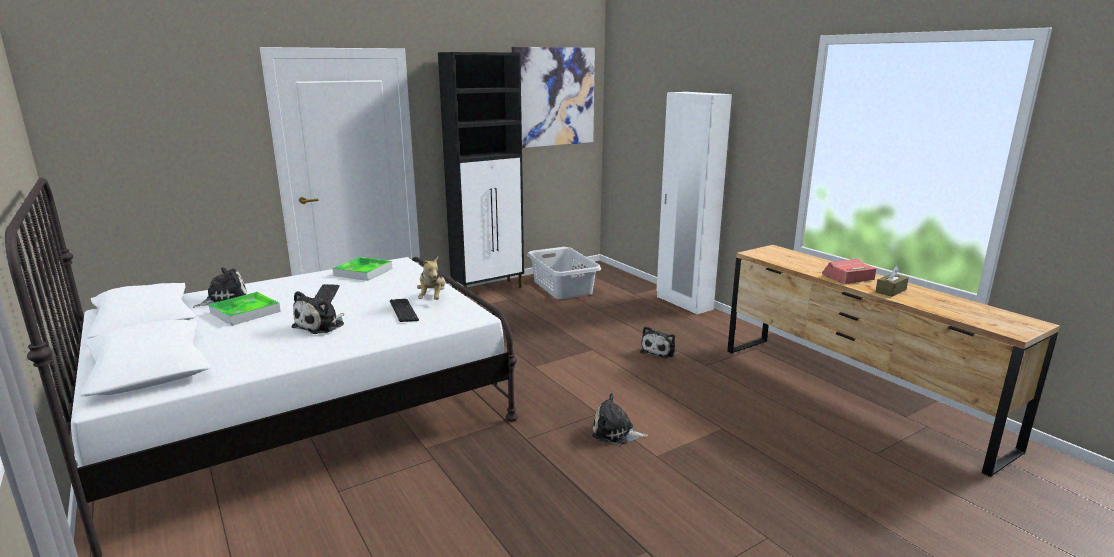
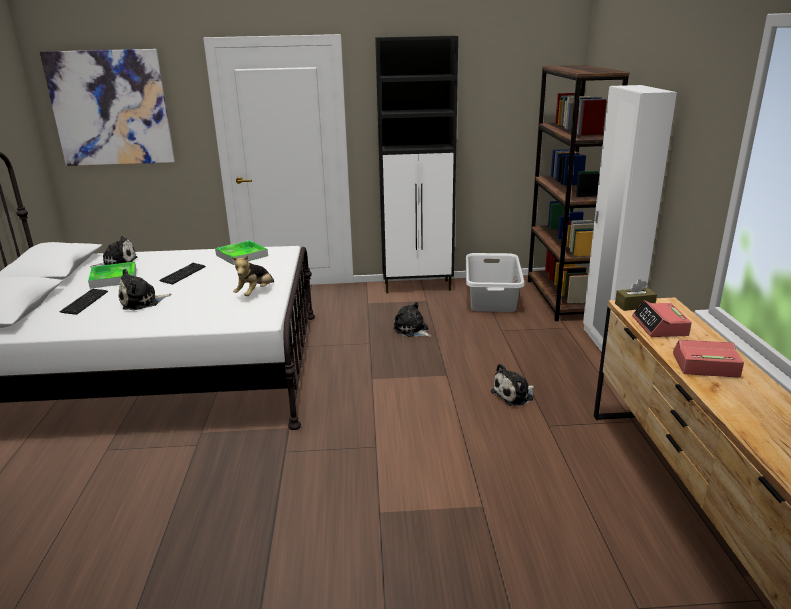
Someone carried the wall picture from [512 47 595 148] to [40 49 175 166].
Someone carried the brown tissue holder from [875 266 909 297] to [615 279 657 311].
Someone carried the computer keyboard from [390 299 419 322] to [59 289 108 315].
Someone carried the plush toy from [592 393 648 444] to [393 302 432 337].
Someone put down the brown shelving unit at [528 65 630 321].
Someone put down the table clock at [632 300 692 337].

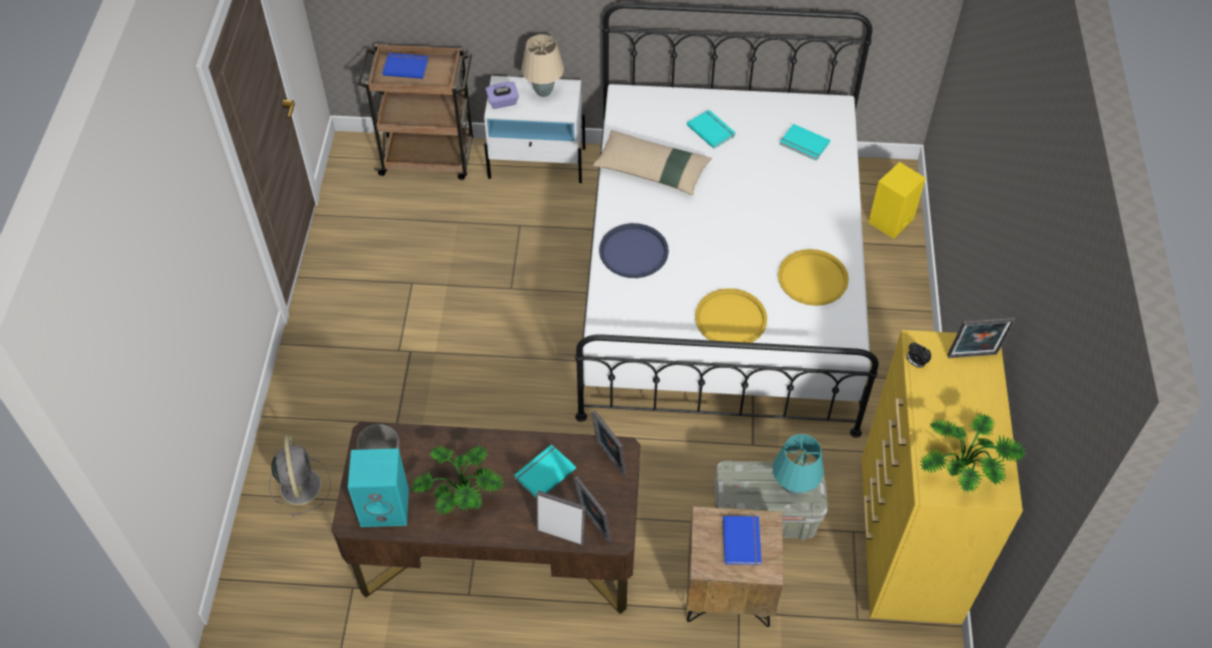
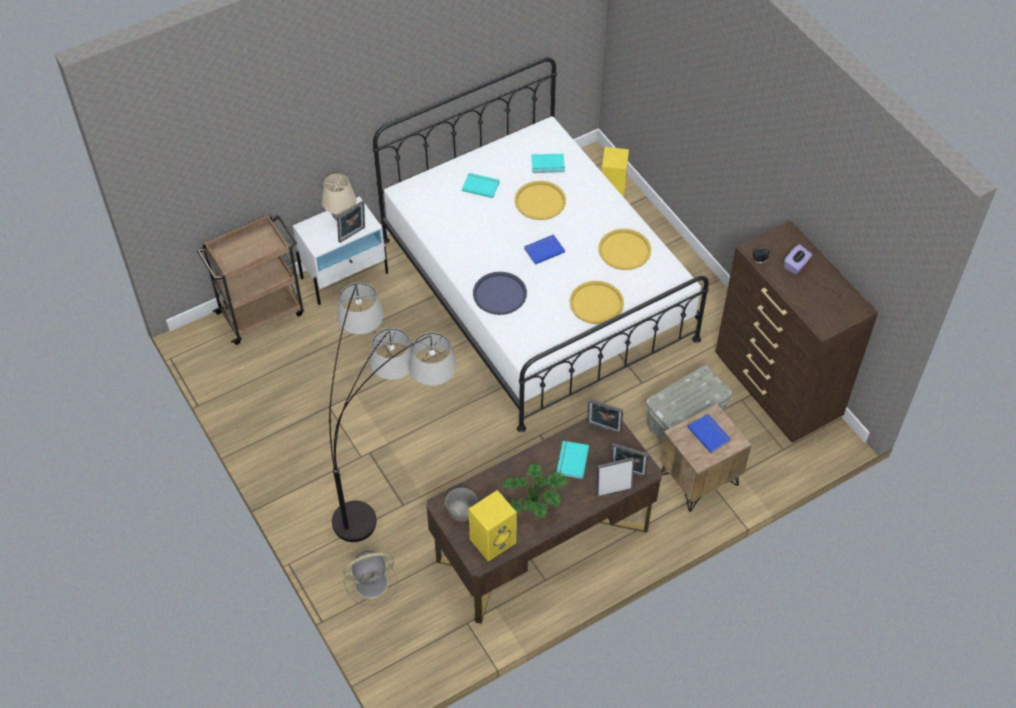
Someone carried the blue book from [382 53 429 79] to [524 234 565 265].
Someone carried the purple-coloured tissue holder from [485 82 519 109] to [784 244 812 275].
Someone took away the beige cushion at [592 130 712 195].
Someone carried the standing frame from [947 317 1015 358] to [337 201 365 243].
Someone repainted the yellow chest of drawers at [862 330 1023 624], which became the brown chest of drawers at [715 220 878 443].
Someone took away the houseplant at [920 413 1027 493].
Someone took away the blue-green lamp for a table at [773 434 824 495].
Someone rotated the grey fan at [269 435 331 517] by 120 degrees clockwise.
Someone repainted the blue-green audio speaker at [348 448 409 527], which became the yellow audio speaker at [469 490 517 562].
Someone put down the yellow tray at [515 181 566 220].
Someone put down the floor lamp at [329 282 456 542].

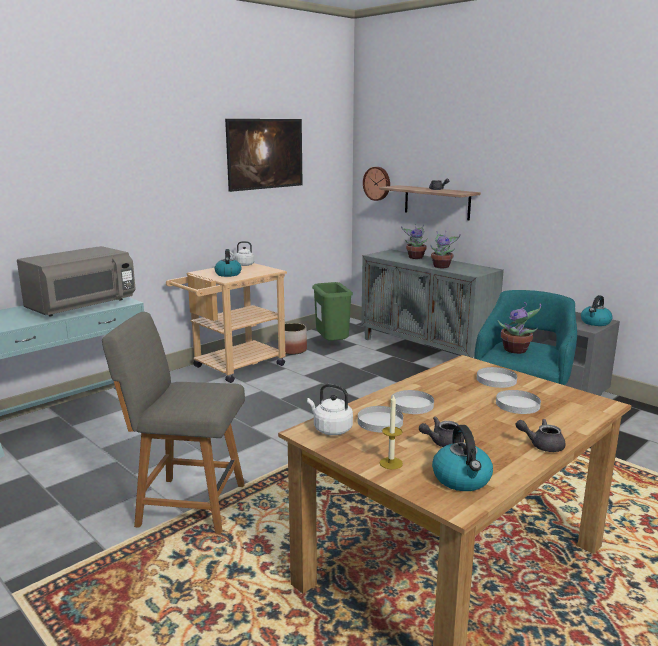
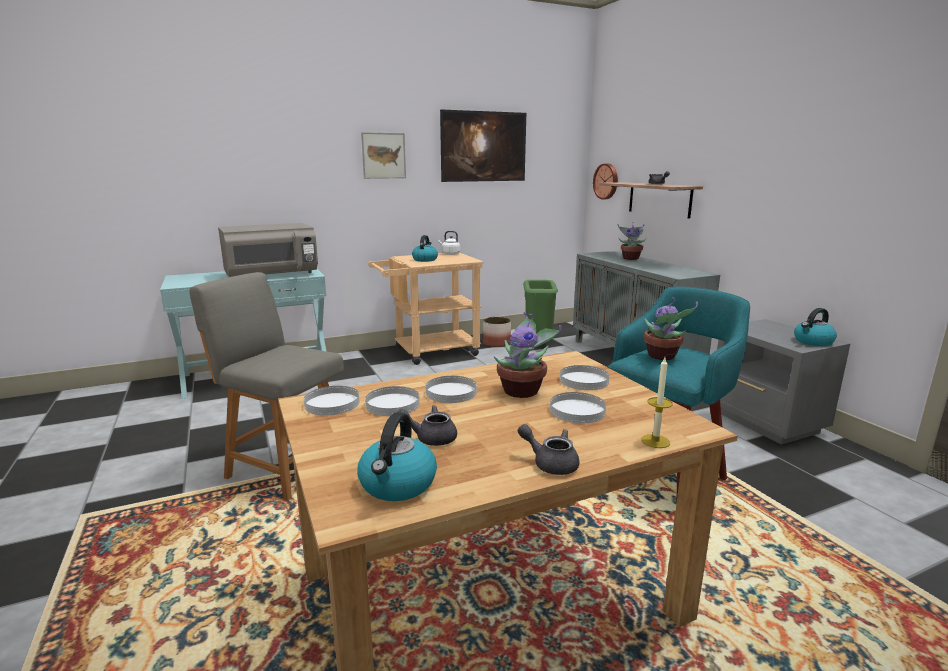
Someone carried the houseplant from [430 232 461 268] to [494 311 562 398].
Someone swapped the white-coloured tea kettle at [307 384 353 435] for the white-coloured flat dish at [304 386 360 416].
Someone carried the wax candle from [380 394 403 469] to [641 358 673 448].
Someone put up the wall picture at [361 132 406 179].

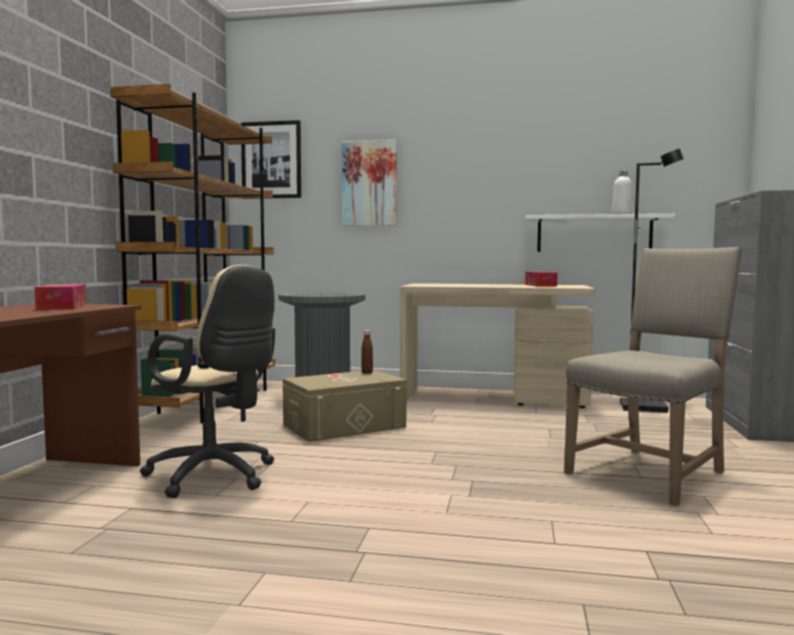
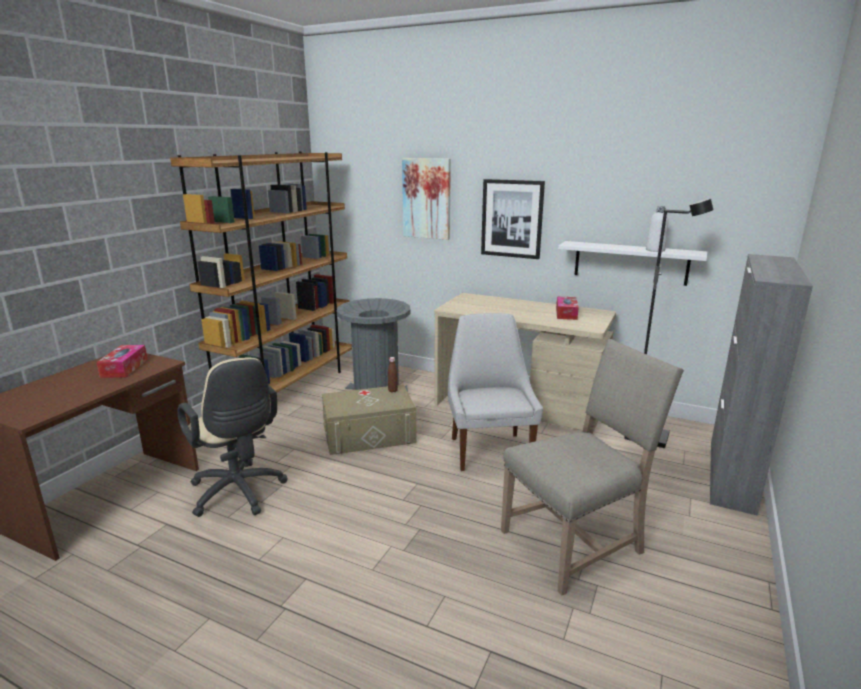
Someone carried the wall picture from [241 120 301 199] to [481 179 545 259].
Someone put down the white-coloured upright chair at [448 313 543 471].

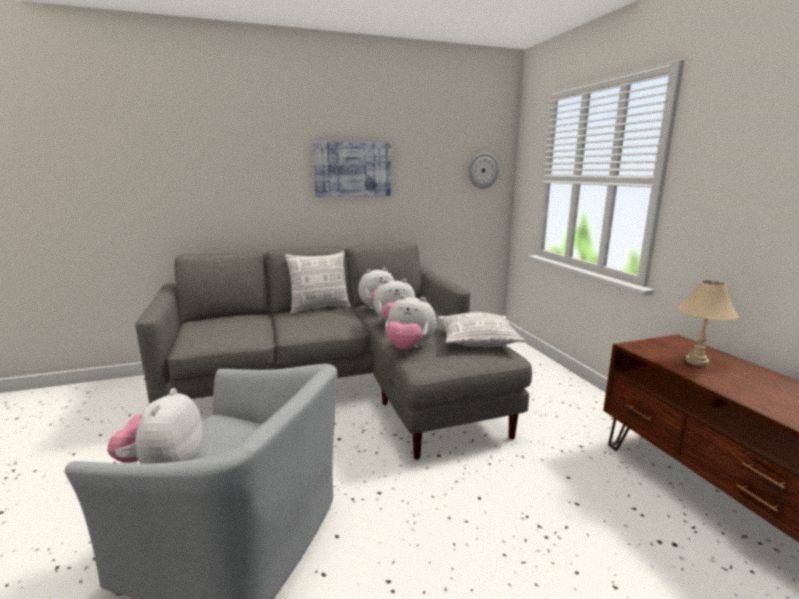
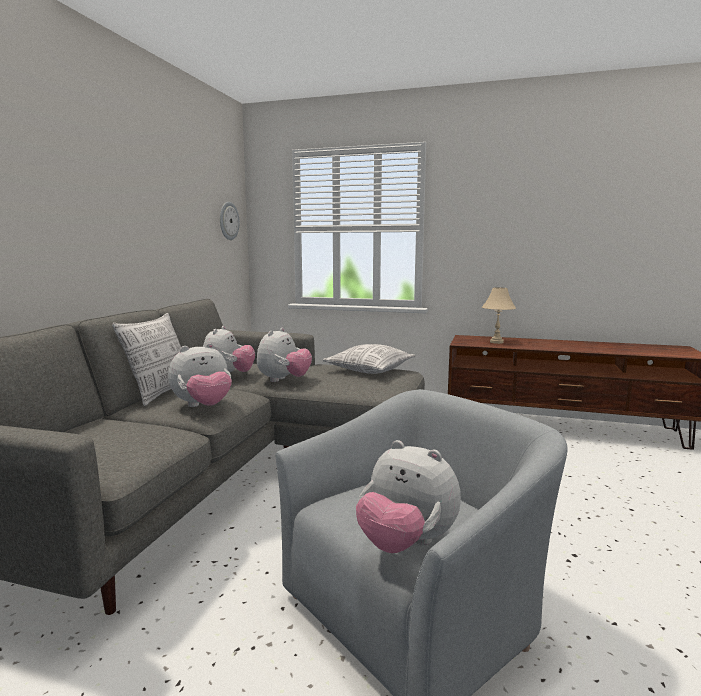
Someone took away the wall picture at [312 142 391 197].
Someone carried the plush toy from [385 295 436 350] to [168 343 232 407].

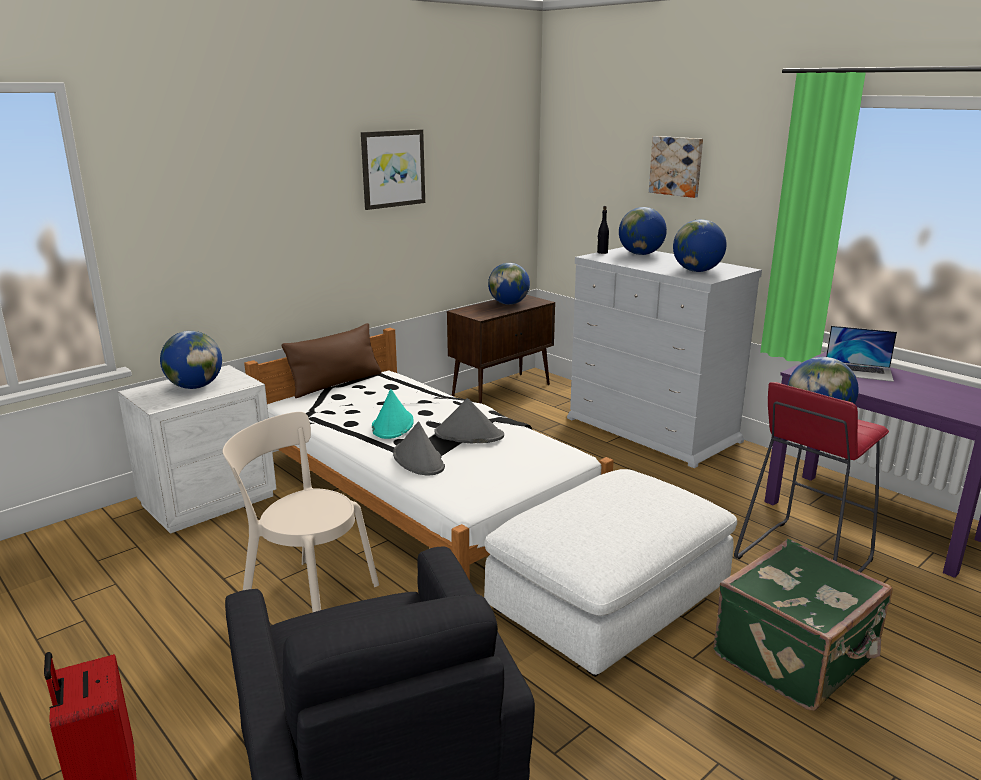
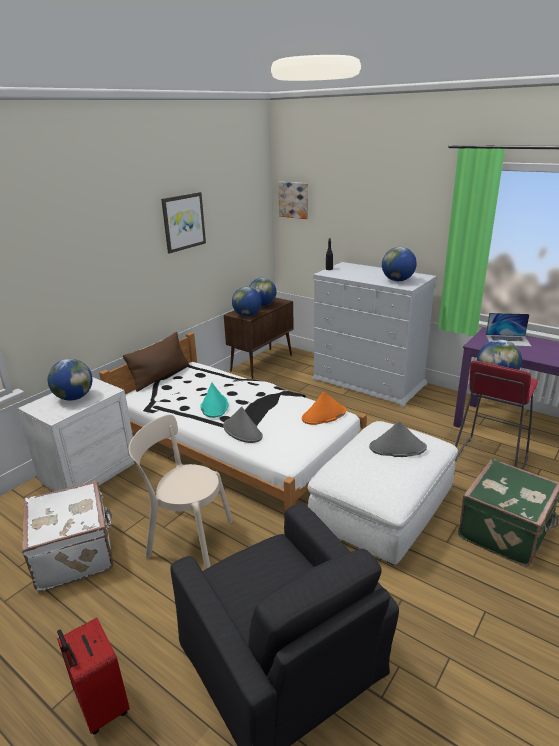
Someone carried the wall picture from [649 136 703 198] to [278 182 308 219].
Someone carried the globe from [619 207 667 255] to [232 287 262 317].
Someone carried the grey hat from [435 398 504 443] to [369 421 427 457].
Someone put down the orangey hat at [302 392 346 425].
Someone put down the white-coloured suitcase at [22 481 114 592].

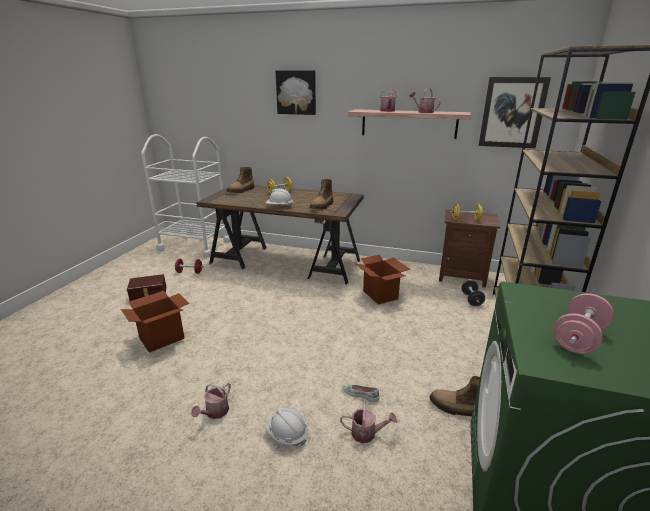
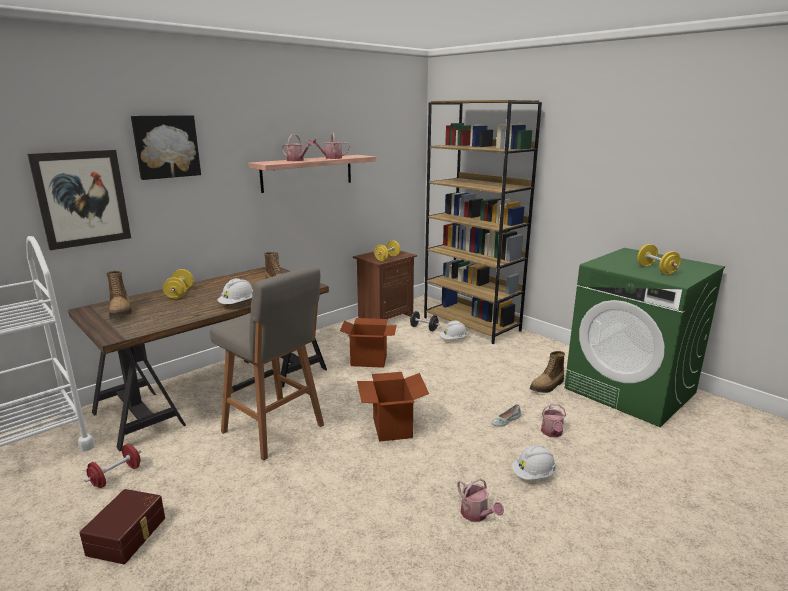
Someone carried the wall picture from [479 77 551 148] to [27 150 131 250].
Someone carried the carton from [121 291 189 353] to [357 372 429 442].
Someone repainted the pink dumbbell at [553 293 614 354], which became the yellow dumbbell at [637 244 681 275].
Someone rotated the watering can at [340 403 397 443] by 150 degrees clockwise.
Someone put down the grey stool seat at [210 266 324 461].
Someone put down the white-coloured hard hat at [440 321 468 339].

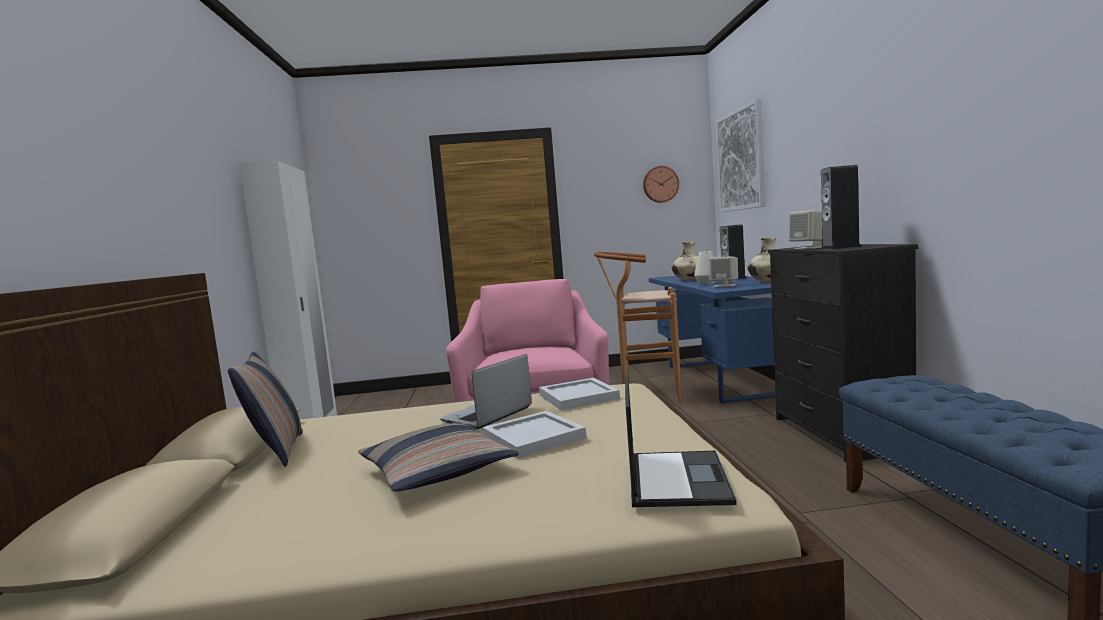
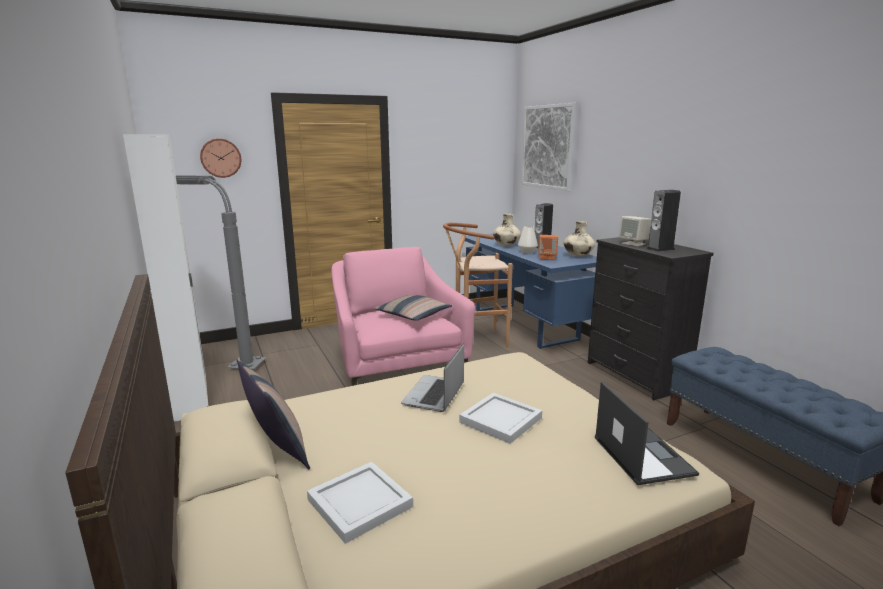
Someone carried the clock on the wall from [643 166 679 203] to [200 138 241 178].
Someone repainted the beige audio speaker at [709 256 738 287], which became the orangey audio speaker at [538 235 558 260].
Someone carried the white-coloured tray from [539 378 620 410] to [307 462 413 544].
Someone carried the cushion from [358 422 519 492] to [374 295 452 321].
Someone put down the grey floor lamp at [176 175 267 369].

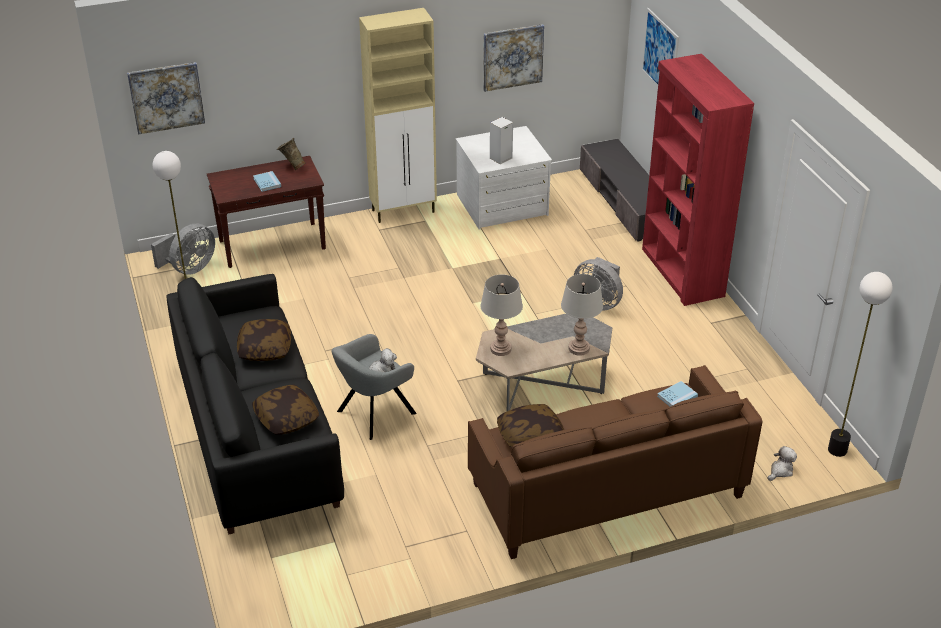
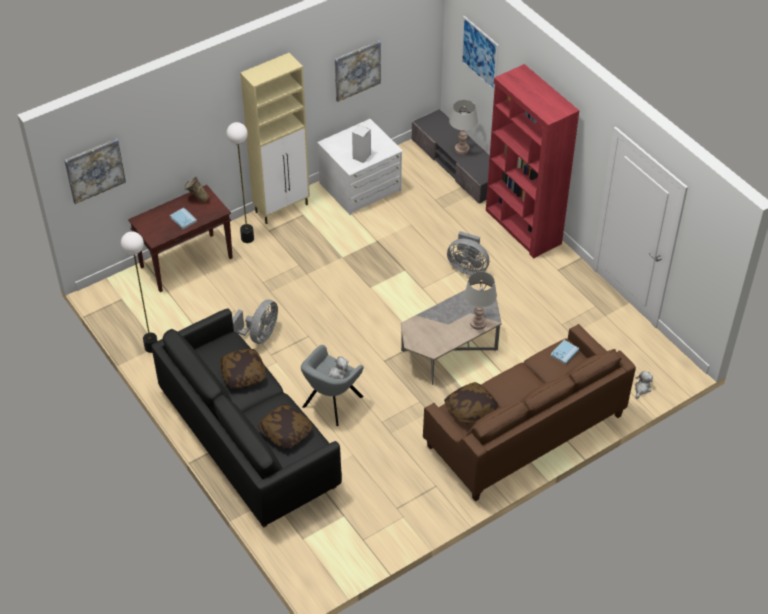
Someone carried the grey fan from [151 224 215 275] to [232 300 278 344].
Someone carried the floor lamp from [828 272 893 457] to [227 122 254 243].
Someone carried the grey lamp for a table from [481 274 523 356] to [449 100 478 154].

